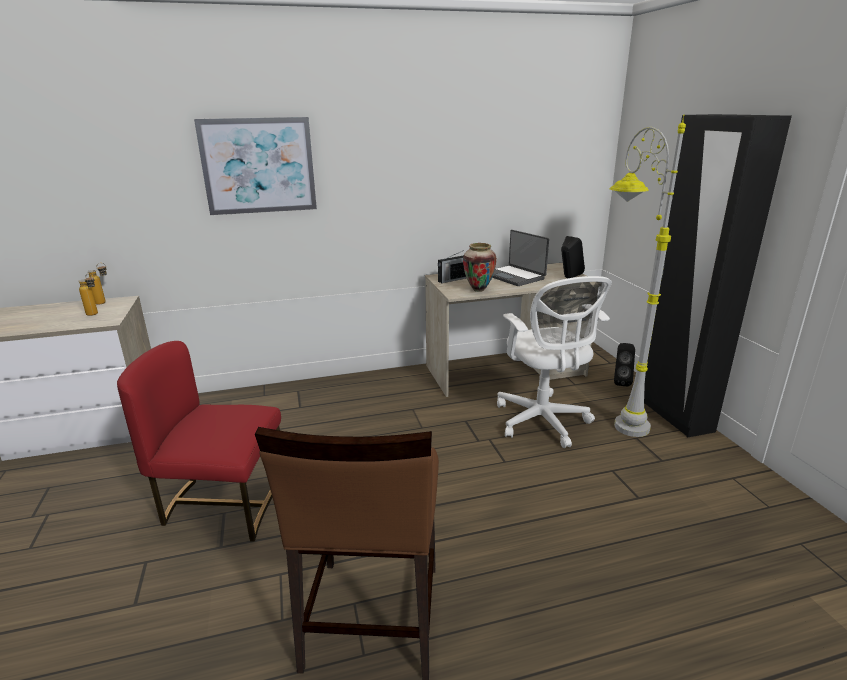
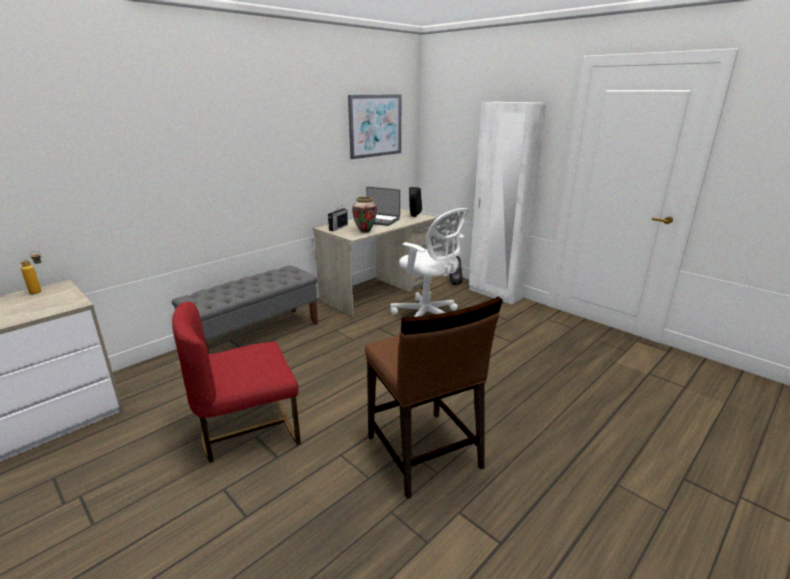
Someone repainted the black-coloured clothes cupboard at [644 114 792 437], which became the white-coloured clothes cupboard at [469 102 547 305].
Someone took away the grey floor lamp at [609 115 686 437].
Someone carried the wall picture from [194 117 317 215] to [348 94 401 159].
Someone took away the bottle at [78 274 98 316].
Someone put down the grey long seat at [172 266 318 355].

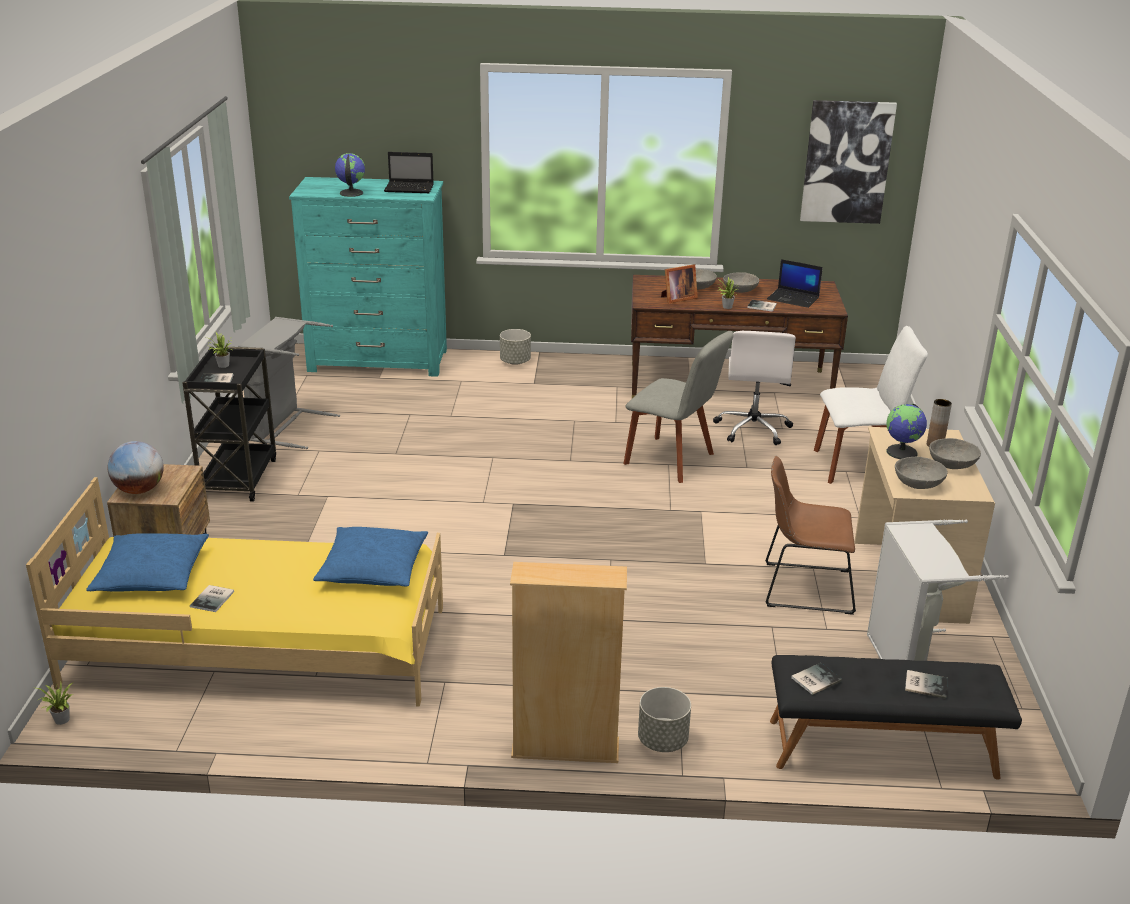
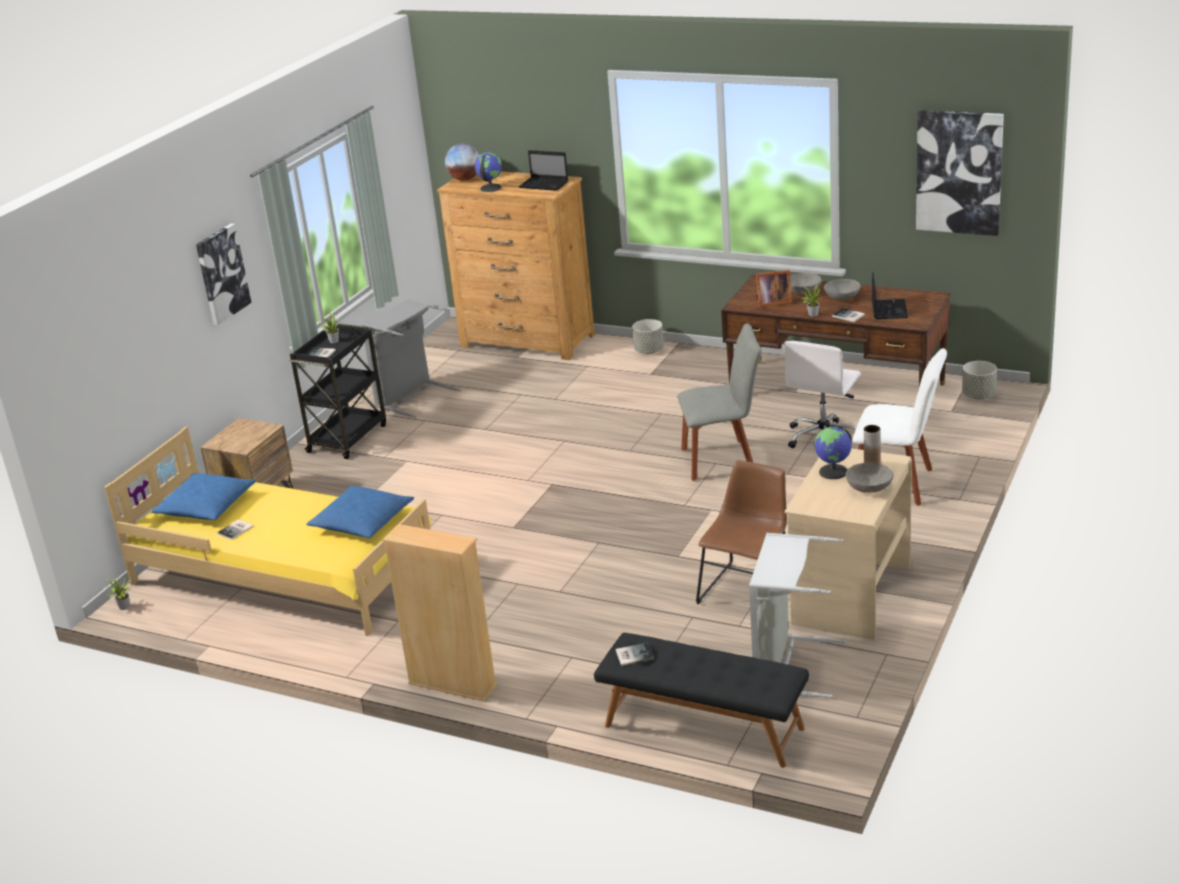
Someone repainted the blue-green chest of drawers at [289 177 447 377], which became the brown chest of drawers at [437 172 595 360].
Someone rotated the portable computer at [767 259 823 308] by 135 degrees counterclockwise.
Someone rotated the grey upright chair at [623 331 734 483] by 60 degrees counterclockwise.
Someone carried the globe from [108 441 164 494] to [445 144 479 180].
Someone rotated the brown upright chair at [765 456 856 615] by 90 degrees clockwise.
Someone took away the grey deep dish at [895 457 947 489].
Someone took away the book at [905 670 948 699].
Someone carried the grey flower pot from [638 687 691 752] to [962 361 997 399].
Someone put up the wall picture at [196 223 252 325].

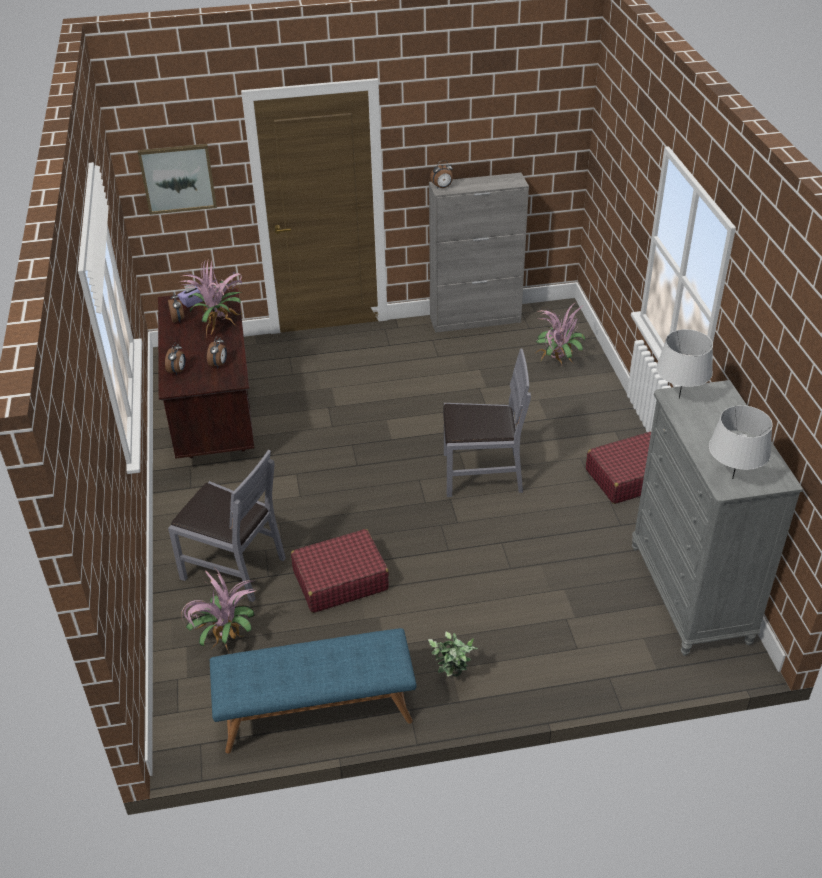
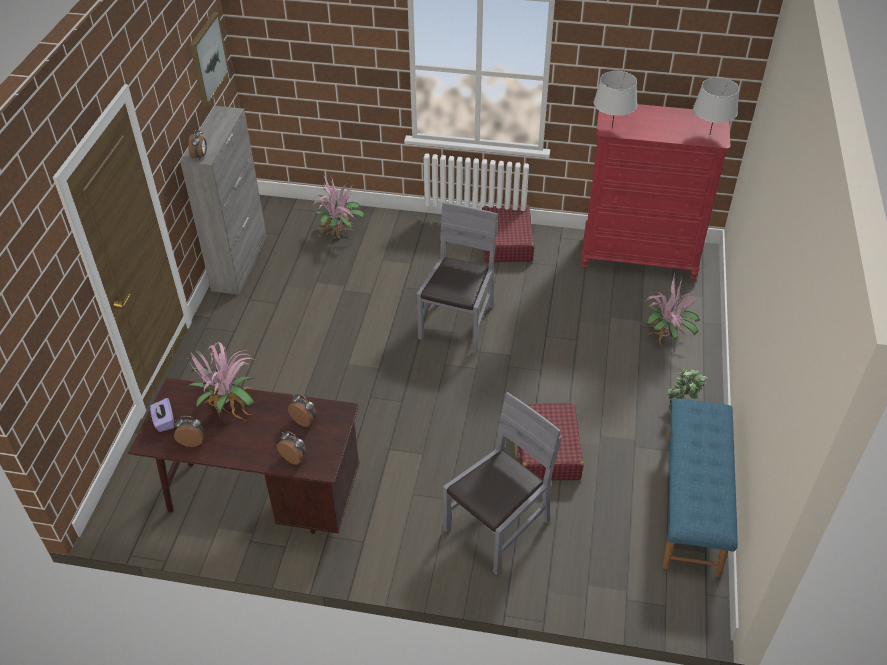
Someone carried the wall picture from [138 144 217 215] to [190 12 230 107].
Someone repainted the grey chest of drawers at [632 380 803 656], which became the reddish chest of drawers at [581 104 731 280].
Someone carried the houseplant from [182 567 257 652] to [645 274 700 346].

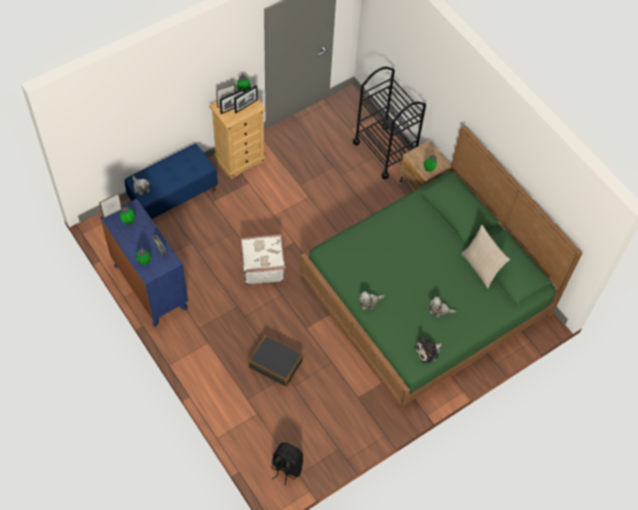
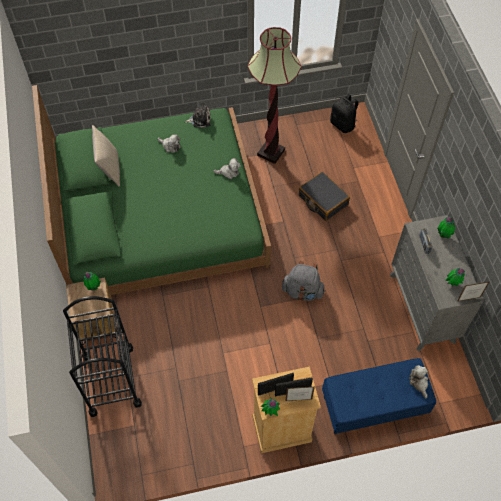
Someone repainted the blue chest of drawers at [100 198 188 327], which became the grey chest of drawers at [390 215 484 352].
Someone swapped the white-coloured suitcase at [240 234 286 285] for the grey knapsack at [282 261 326 301].
Someone put down the floor lamp at [248 27 301 164].

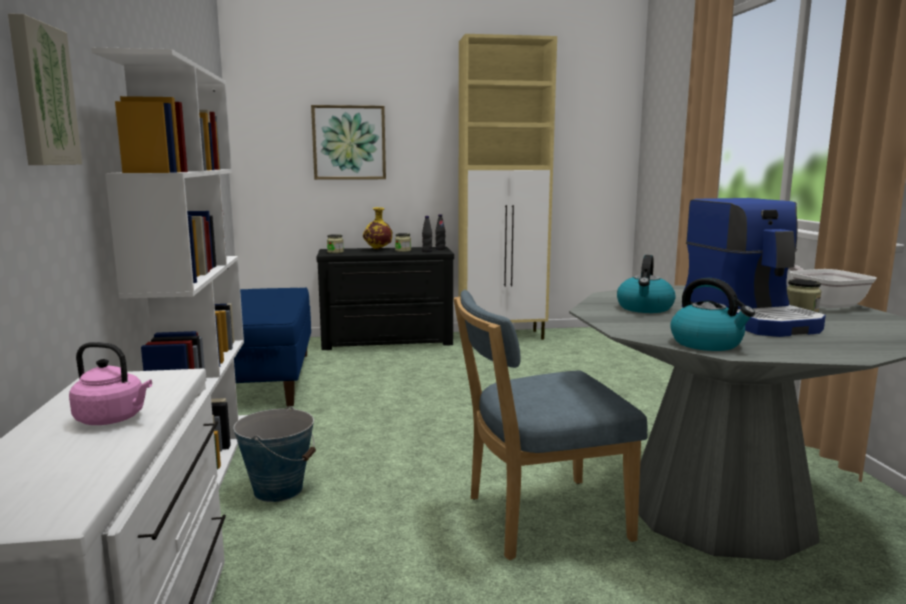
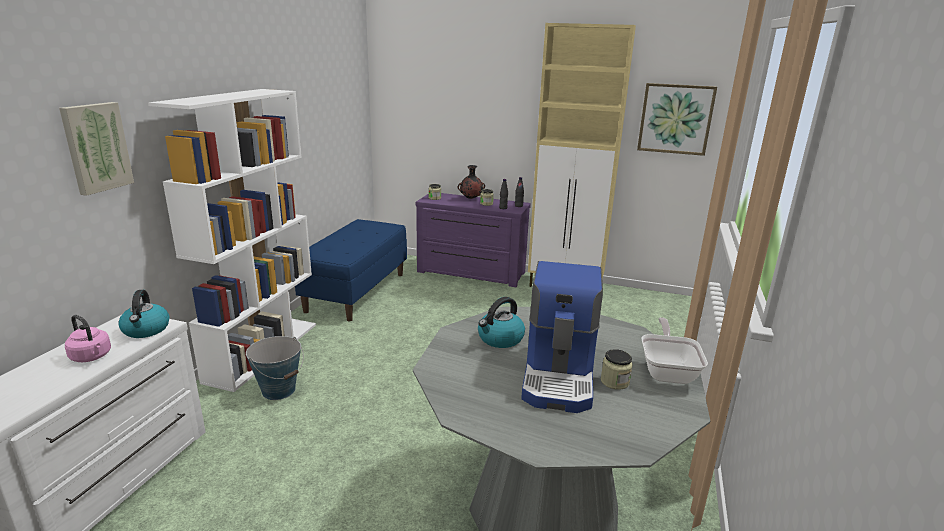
Someone carried the wall picture from [311 105 386 180] to [637 83 717 156].
Someone repainted the yellow vase at [363 207 392 249], which became the black-coloured vase at [458 165 485 199].
Someone repainted the black-coloured chest of drawers at [316 247 454 350], which became the purple-coloured chest of drawers at [416 193 531 287].
Someone carried the tea kettle from [670 278 755 351] to [118 290 170 338].
Someone took away the blue upright chair at [453 290 648 560].

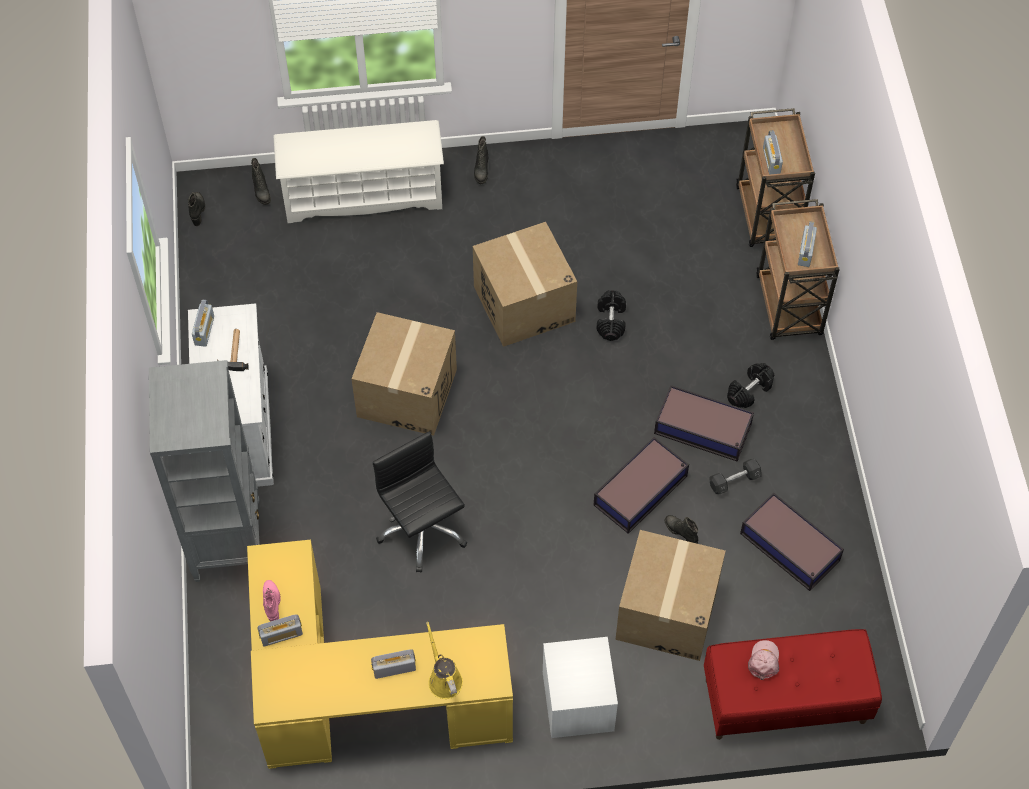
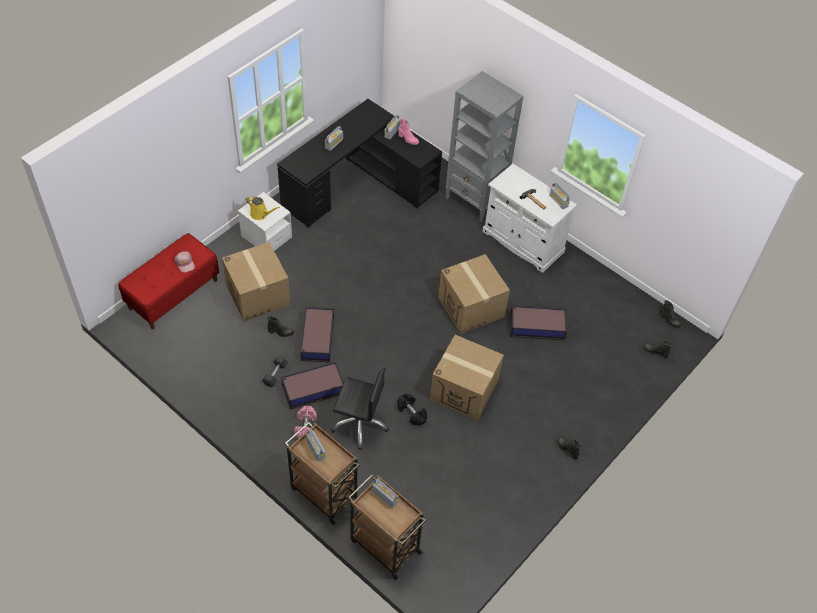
Someone took away the white-coloured shoe stand at [274 120 444 223].
Someone repainted the black-coloured dumbbell at [727 363 774 408], which became the pink dumbbell at [294 406 317 439].
Someone carried the black-coloured office chair from [373 431 467 572] to [330 368 389 449].
Someone carried the storage bin from [740 492 844 591] to [510 305 567 340].
Someone repainted the yellow desk table at [247 540 513 769], which became the black-coloured desk table at [277 99 442 228].
Someone carried the yellow watering can from [426 622 463 699] to [245 196 280 220].

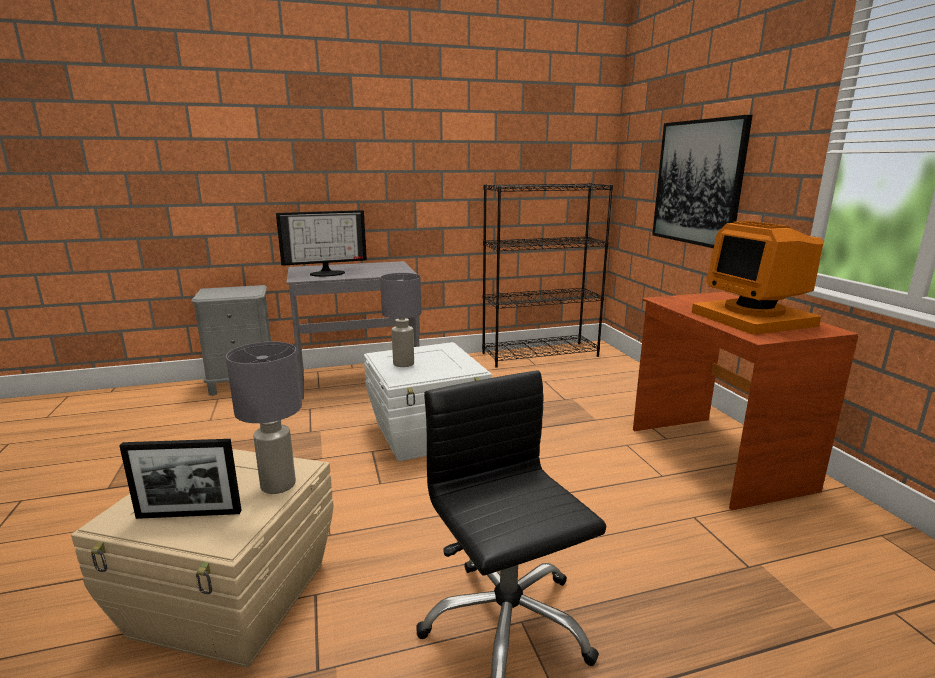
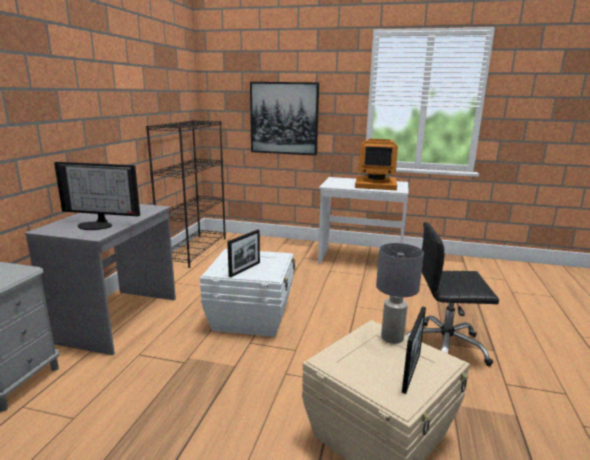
Someone rotated the computer display at [276 210 367 277] by 90 degrees clockwise.
Someone swapped the grey lamp for a table at [380 273 421 367] for the standing frame at [227 229 260 277].
Someone repainted the brown desk table at [633 292 858 510], which became the white-coloured desk table at [318 177 408 264].

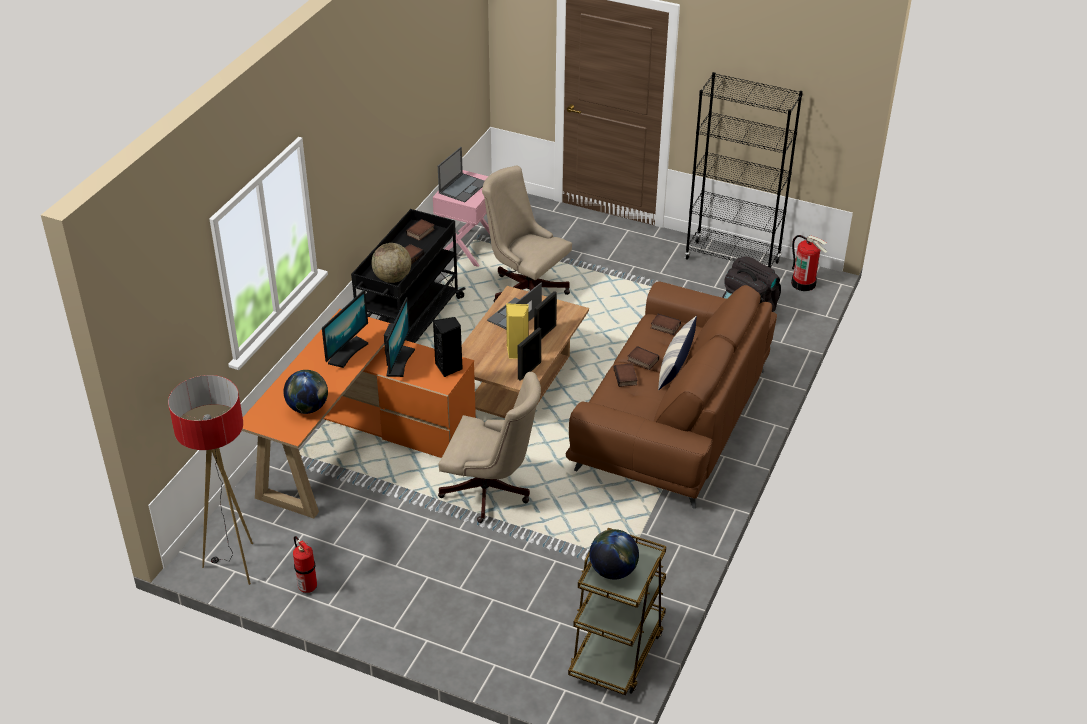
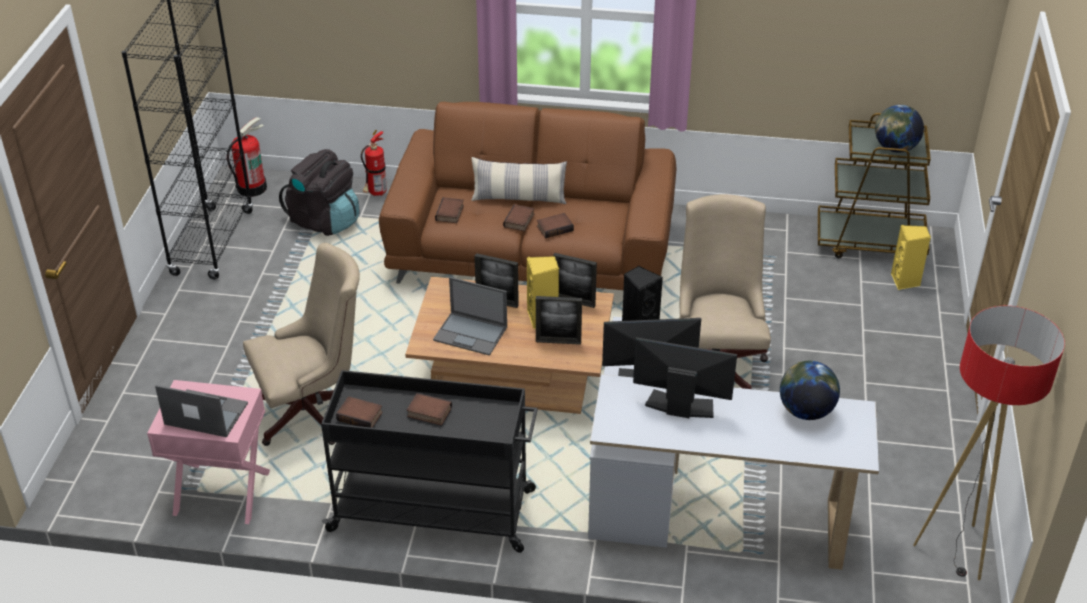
Someone rotated the beige office chair at [482 166 572 302] by 135 degrees counterclockwise.
Someone took away the globe at [371 243 411 283].
Someone repainted the orangey desk table at [242 309 476 519], which became the white-coloured desk table at [588 317 879 570].
Someone carried the extinguisher from [293 536 317 593] to [361 130 387 196].
Someone put down the yellow audio speaker at [891 225 931 290].
Someone put down the standing frame at [536 296 582 345].

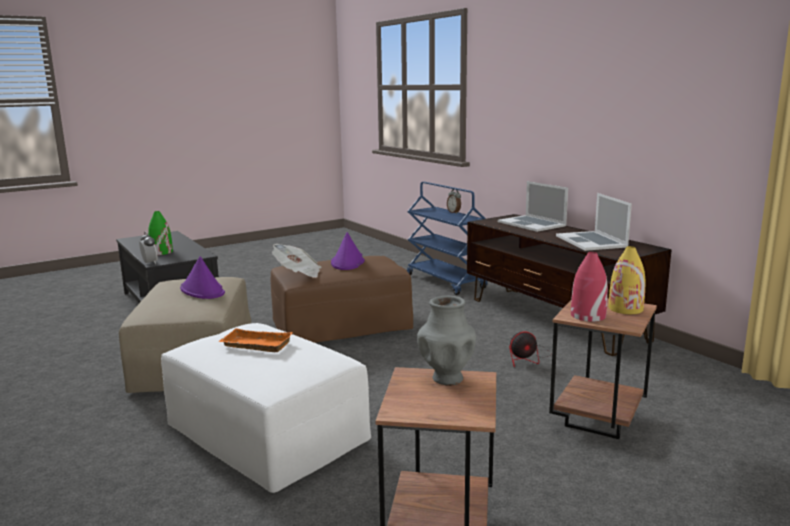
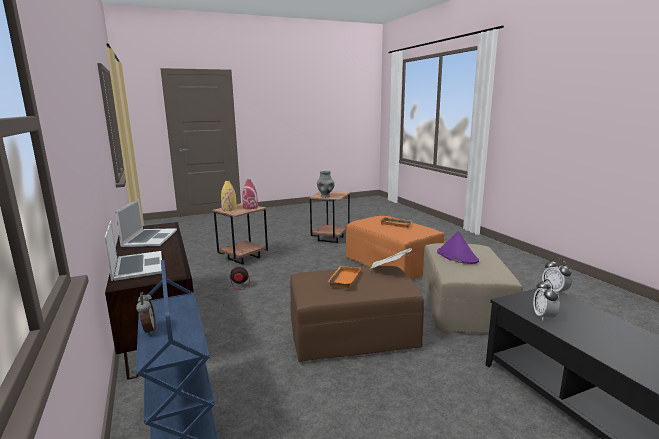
Someone took away the green-coloured vase at [148 211 173 255].
Someone swapped the purple-coloured hat at [331 232 365 270] for the orangey tray at [328 266 361 289].
Someone repainted the white-coloured footrest at [161 323 371 493], which became the orangey footrest at [346 216 444 279].
Someone put down the table clock at [533 279 560 321].

